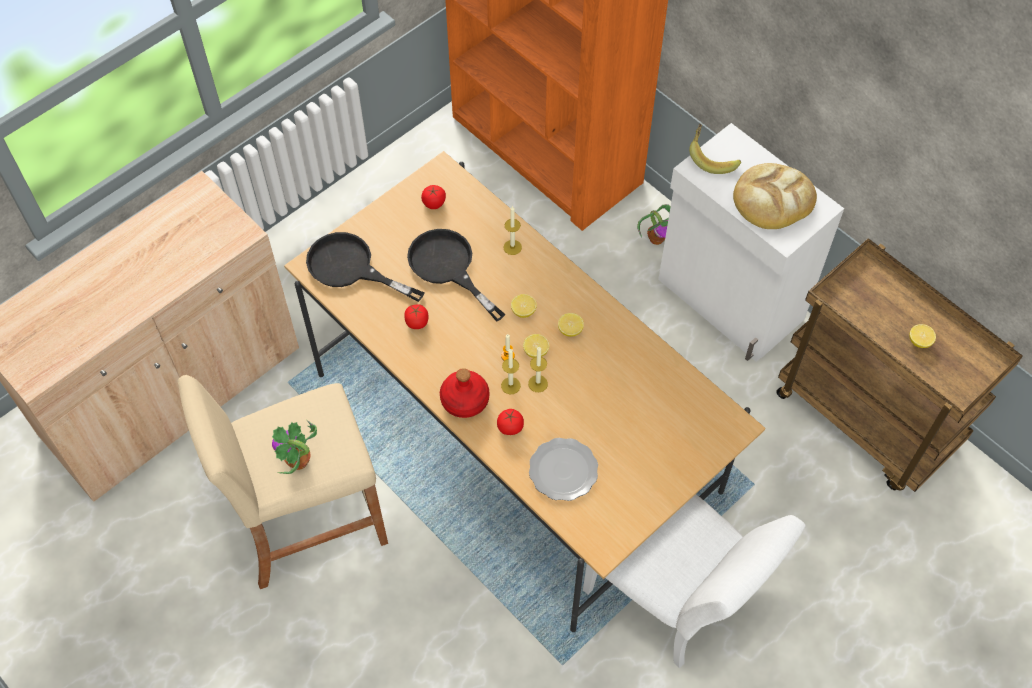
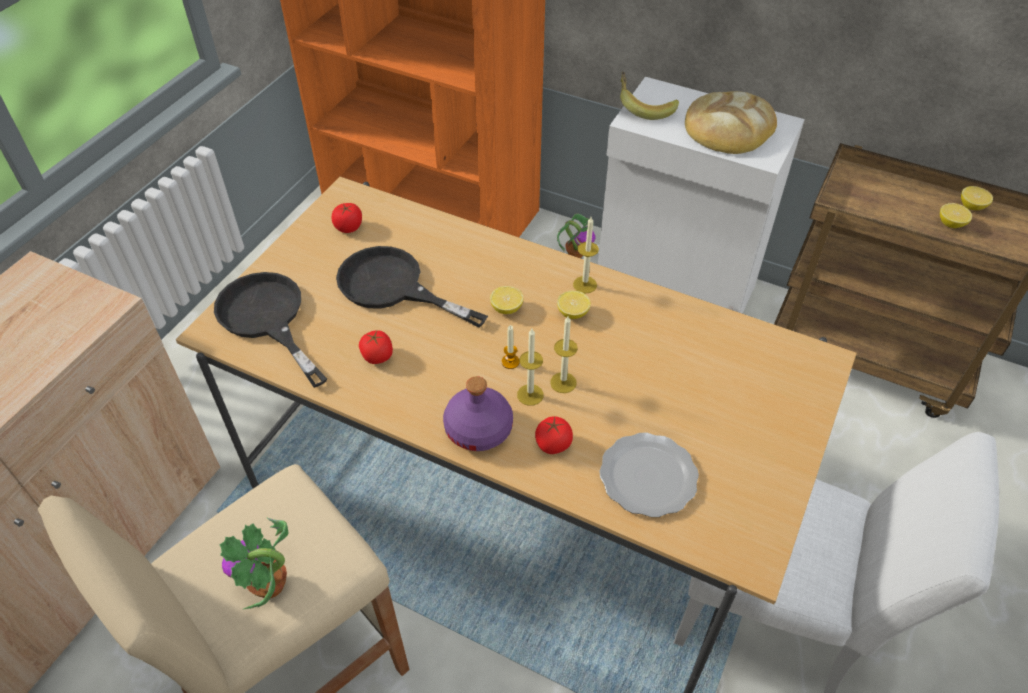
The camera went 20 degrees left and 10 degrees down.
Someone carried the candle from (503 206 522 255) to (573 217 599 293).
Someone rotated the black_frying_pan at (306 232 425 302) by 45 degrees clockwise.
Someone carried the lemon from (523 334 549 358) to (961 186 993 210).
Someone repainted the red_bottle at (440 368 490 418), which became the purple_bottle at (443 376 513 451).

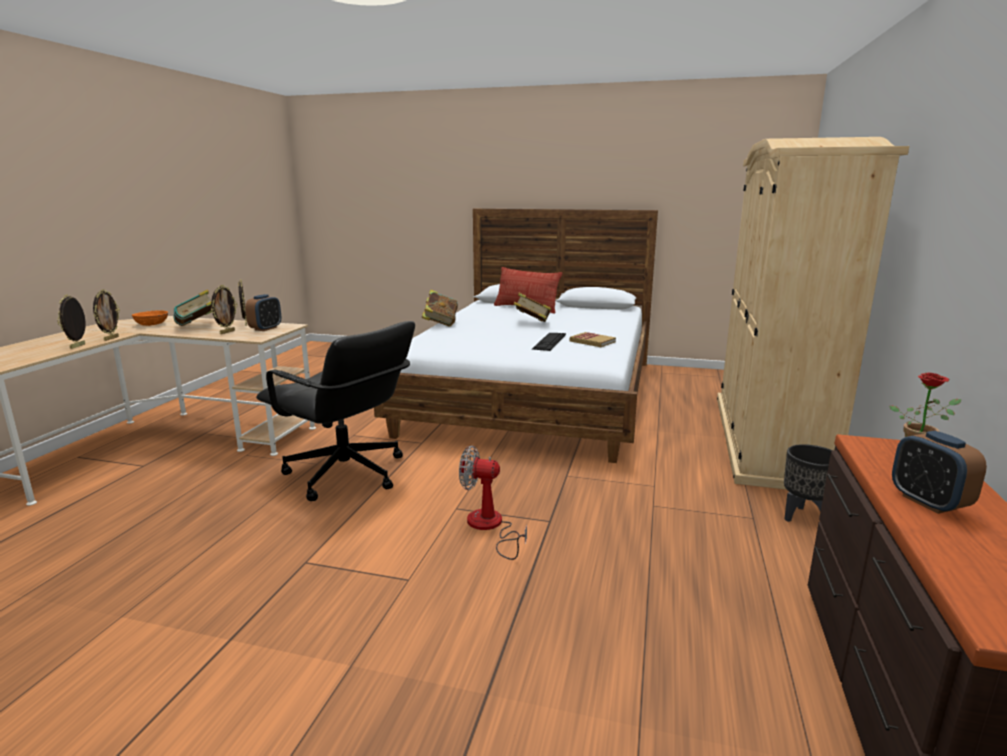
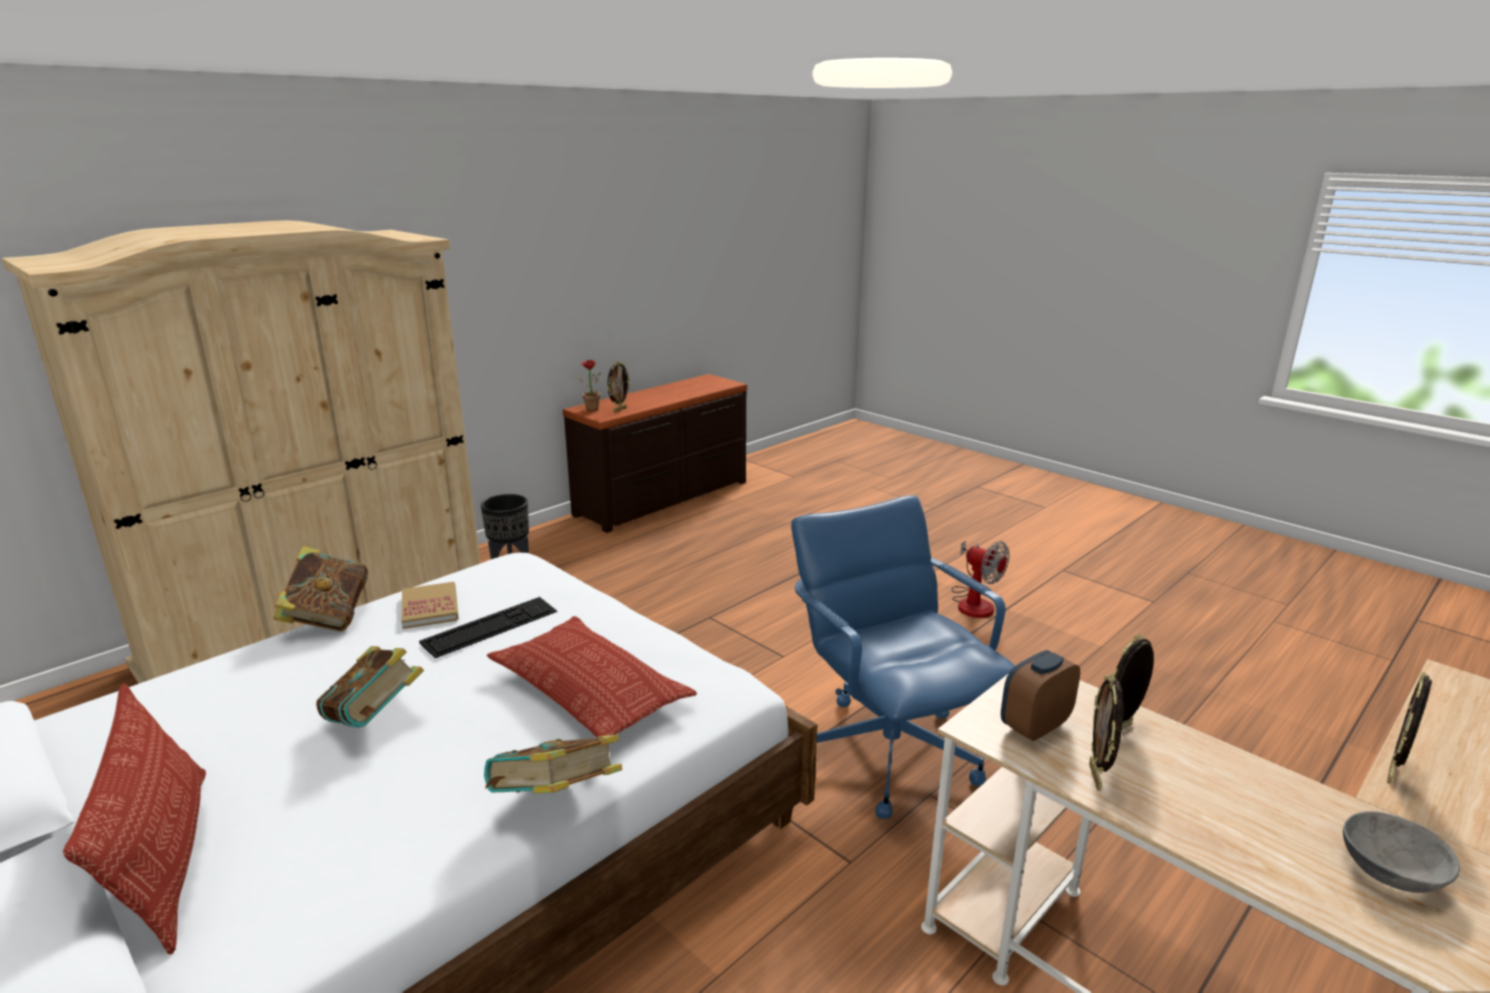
The camera went 150 degrees left and 5 degrees up.
Someone carried the book from (173 289 212 326) to (273 546 368 631).
Someone carried the picture_frame from (57 294 86 349) to (607 361 631 412).
Someone repainted the orange_bowl at (132 310 168 326), which became the grey_bowl at (1343 811 1460 893).
Someone repainted the black_office_chair at (256 321 415 501), which became the blue_office_chair at (791 495 1015 819).
Someone took away the alarm_clock at (892 430 987 514).
Someone carried the fan from (459 446 527 560) to (952 541 1009 618).
Someone put down the pillow at (487 616 697 738).

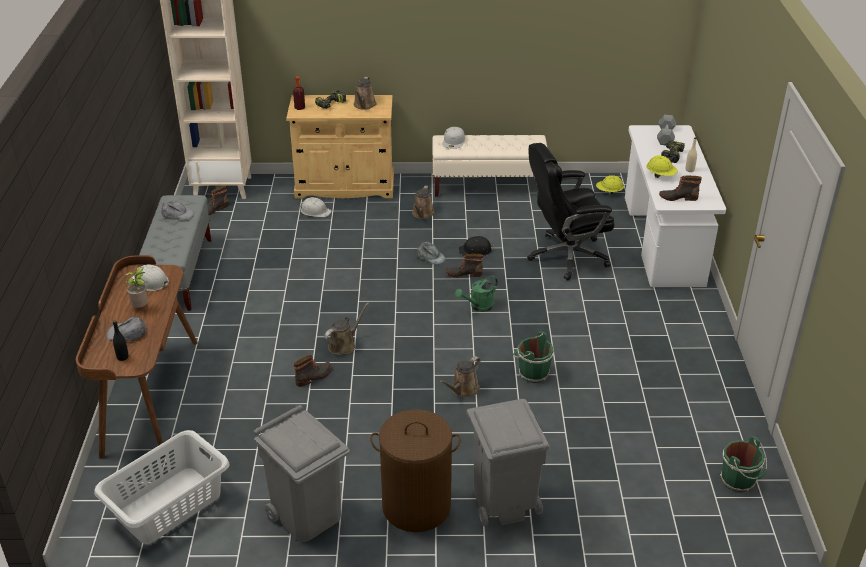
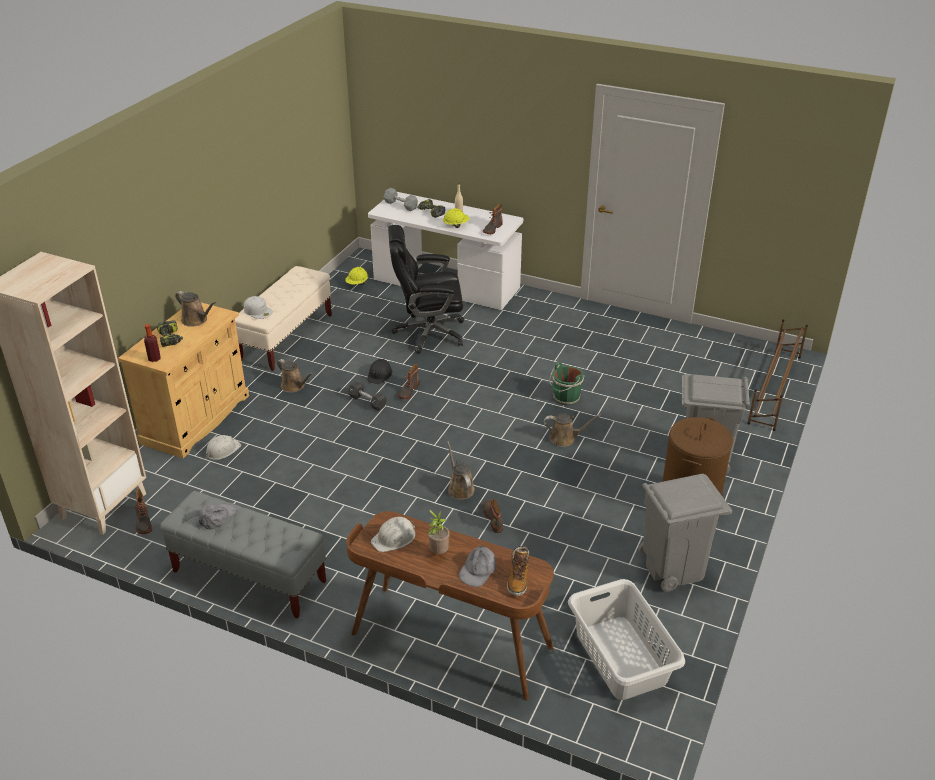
The camera went 65 degrees left and 0 degrees up.
Someone rotated the black_office_chair at (527 143 615 280) by 75 degrees clockwise.
Someone swapped the grey_cap at (416 242 446 265) for the black_dumbbell at (348 381 387 411).
Someone took away the green_watering_can at (455 276 498 312).
Someone swapped the black_bottle at (113 320 128 361) for the boot at (507 546 529 596).
Someone rotated the brown_watering_can at (439 356 481 398) by 60 degrees counterclockwise.
Someone took away the green_bucket at (720 436 767 493).
Someone put down the brown_shoe_rack at (747 319 808 431).

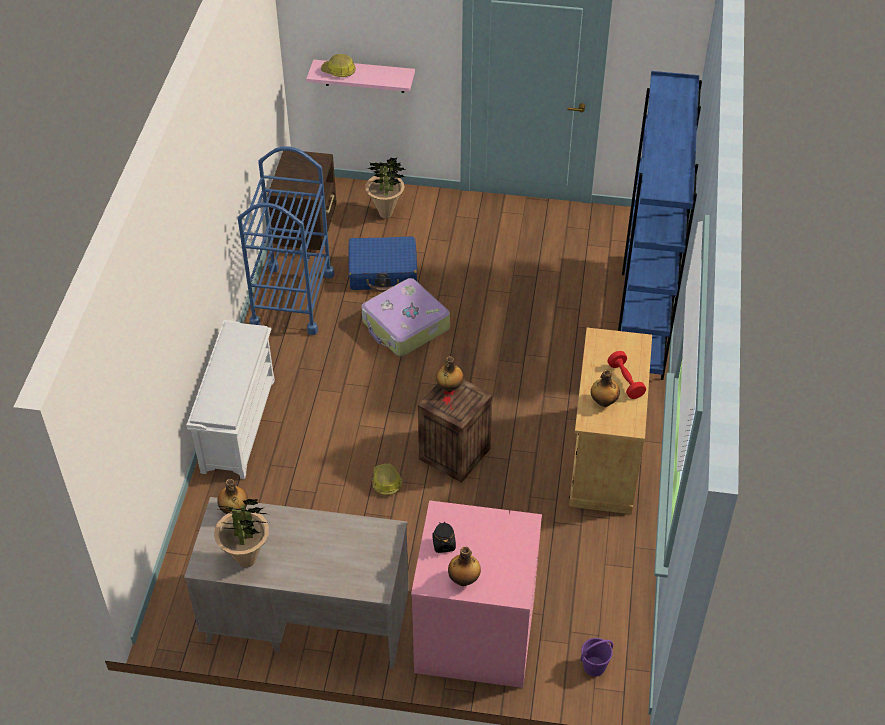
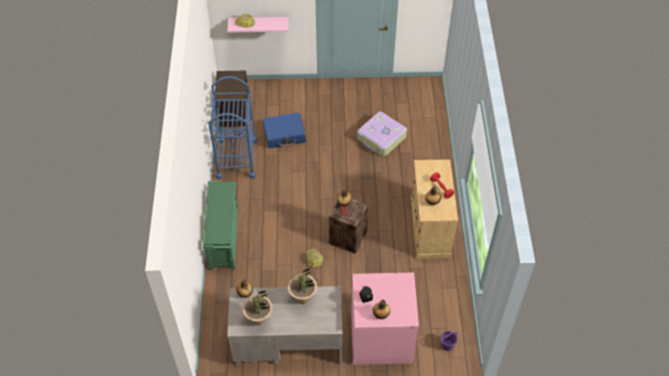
The camera went 10 degrees left and 5 degrees up.
Someone took away the blue_bookcase at (618 71 702 380).
Someone carried the potted_plant from (365 157 407 218) to (288 269 317 304).
Someone carried the suitcase from (361 278 450 356) to (357 111 407 156).
Someone repainted the white_shoe_rack at (187 320 275 479), which became the green_shoe_rack at (203 181 238 270).

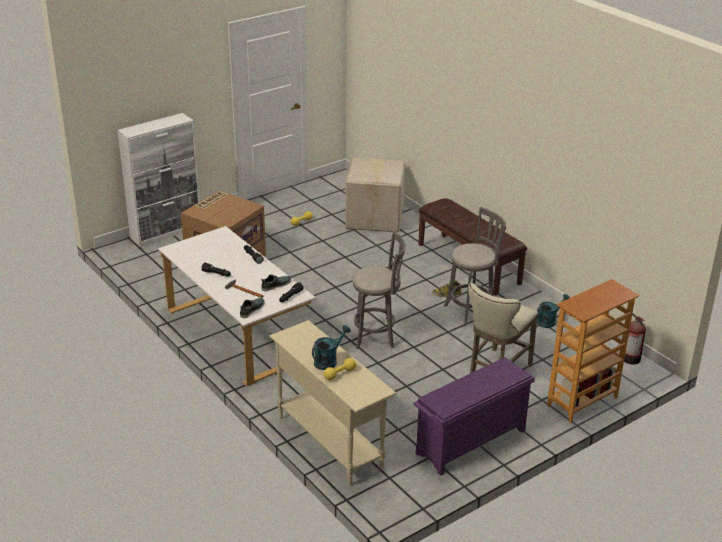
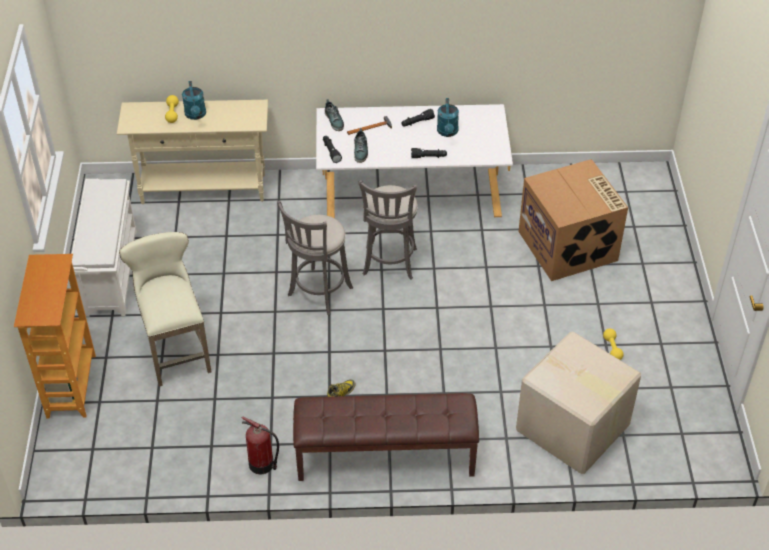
The camera went 125 degrees right and 15 degrees up.
Someone took away the white_cabinet at (118 113 200 247).
Someone carried the grey_stool from (444 207 506 326) to (358 180 418 279).
Someone carried the turquoise_watering_can from (537 294 570 328) to (437 98 459 137).
Someone carried the fire_extinguisher from (624 313 646 365) to (242 416 279 474).
Someone repainted the purple_shoe_rack at (413 357 535 476), which became the white_shoe_rack at (72 179 137 317).

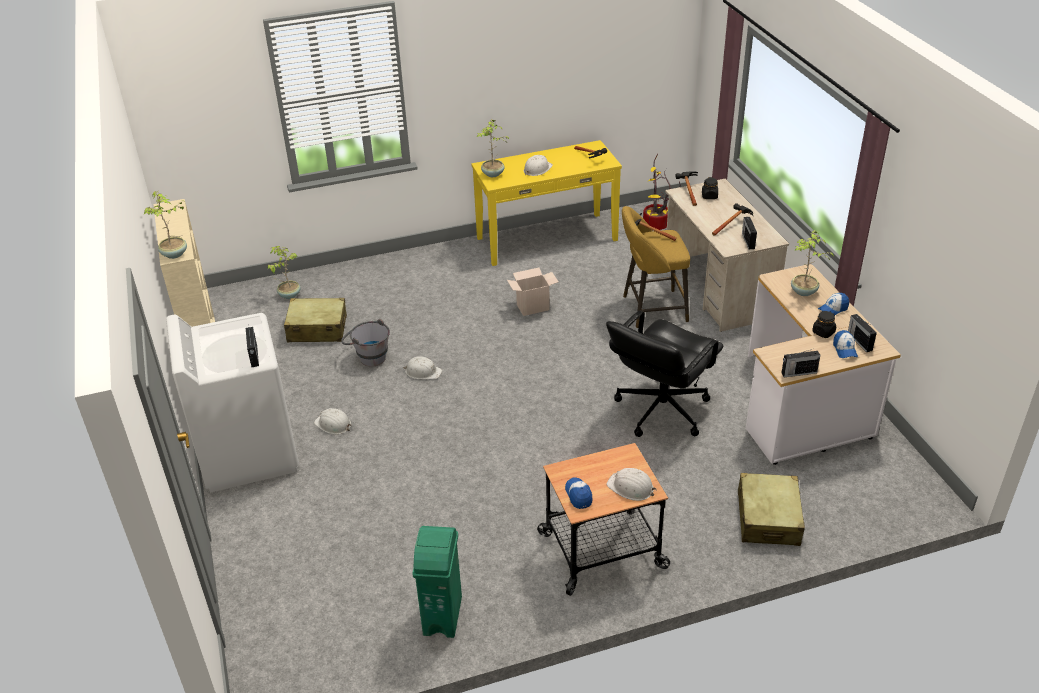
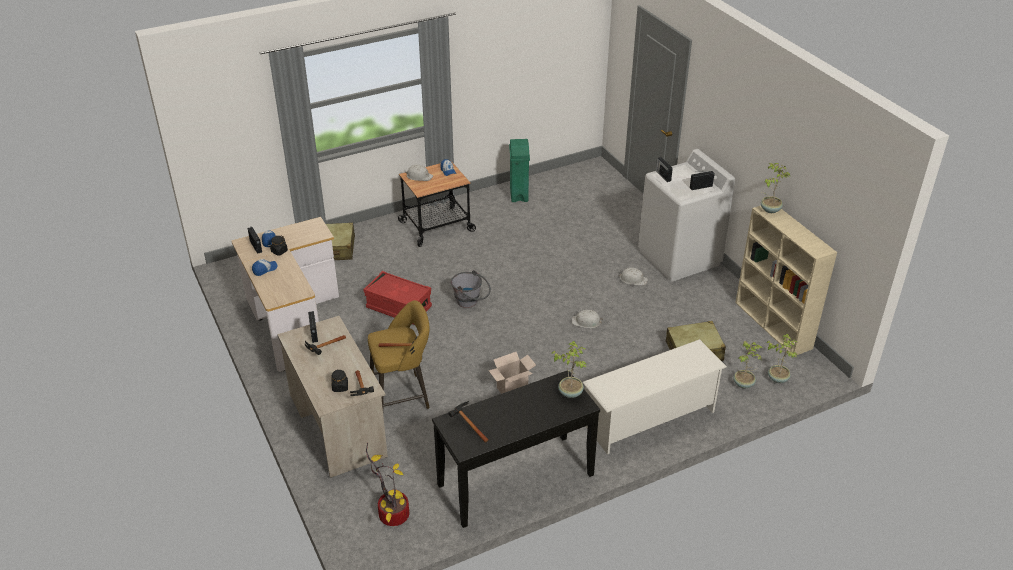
The camera went 170 degrees right and 0 degrees up.
Someone repainted the yellow_console_table at (471 140 622 266), which became the black_console_table at (432 371 600 528).
Someone took away the white_hard_hat at (524 155 553 176).
Someone carried the potted_plant from (791 230 834 296) to (766 334 797 383).
Someone swapped the black_office_chair at (606 310 723 437) for the red_storage_box at (363 271 432 325).
Someone carried the grey_bucket from (341 319 390 367) to (451 270 491 308).
Someone carried the radio from (781 349 820 377) to (690 171 715 190).
Someone put down the white_shoe_rack at (582 339 727 455).

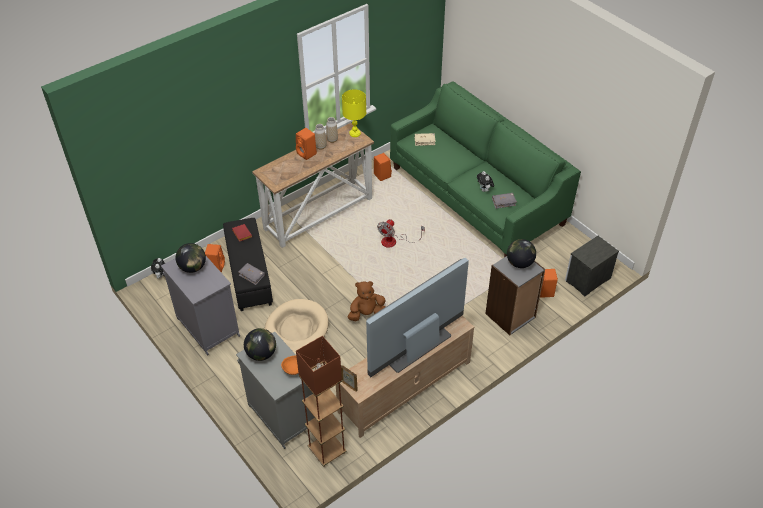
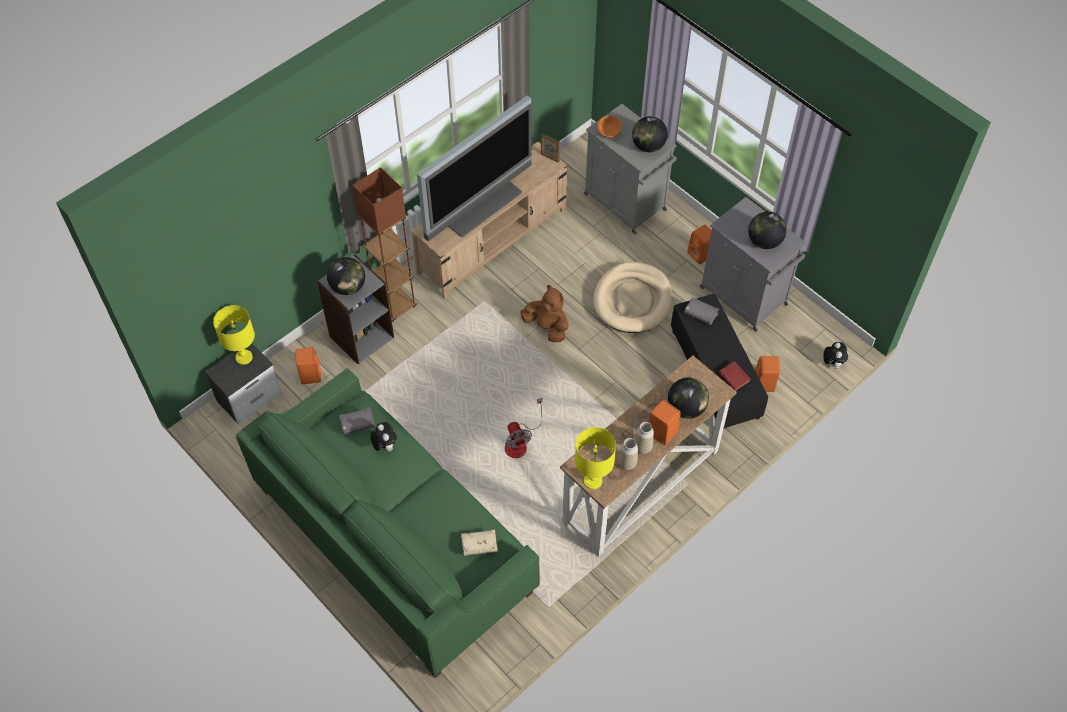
The camera went 175 degrees right and 10 degrees up.
Someone carried the orange_speaker from (374 153 392 181) to (688 224 712 264).
Someone rotated the fan at (377 219 425 248) by 135 degrees clockwise.
Someone rotated the brown_plush_toy at (347 281 386 321) by 120 degrees counterclockwise.
Someone carried the brown_floor_lamp from (296 336 347 467) to (352 167 417 322).
Someone put down the yellow_table_lamp at (213 305 255 365).
Someone put down the globe at (668 378 709 419).

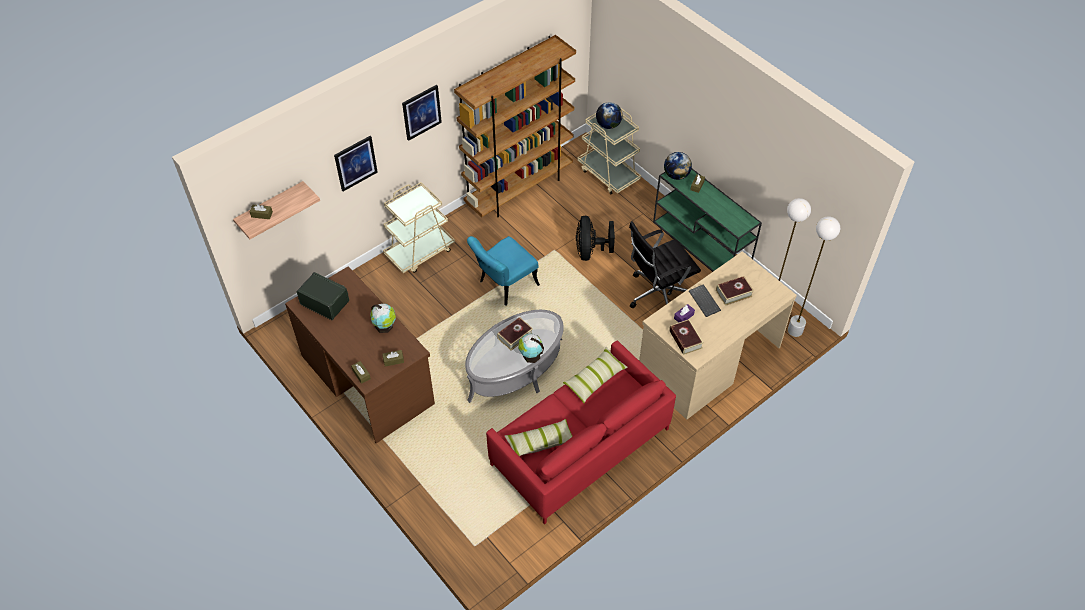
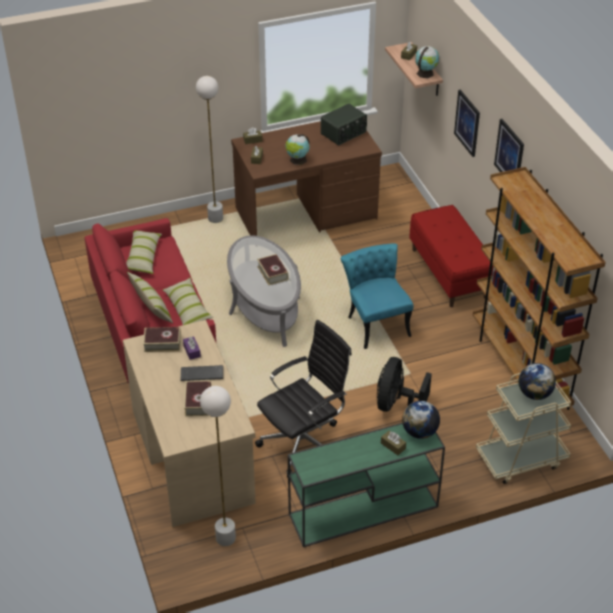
The camera went 110 degrees right and 10 degrees down.
Someone swapped the beige_cart at (383 182 455 273) for the red_bench at (409 205 494 307).
Someone rotated the black_fan at (576 216 615 261) by 90 degrees counterclockwise.
Someone carried the white_floor_lamp from (788 216 840 337) to (196 76 223 223).
Someone rotated the black_office_chair at (629 221 701 309) by 60 degrees clockwise.
Someone carried the globe from (518 334 544 363) to (415 46 439 78).
Someone put down the pillow at (127 272 173 324).

